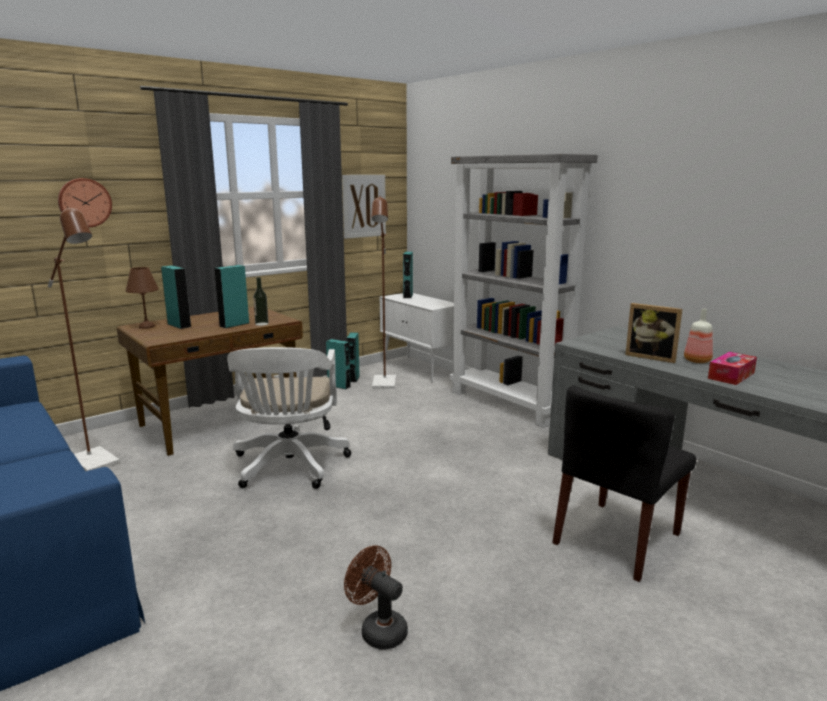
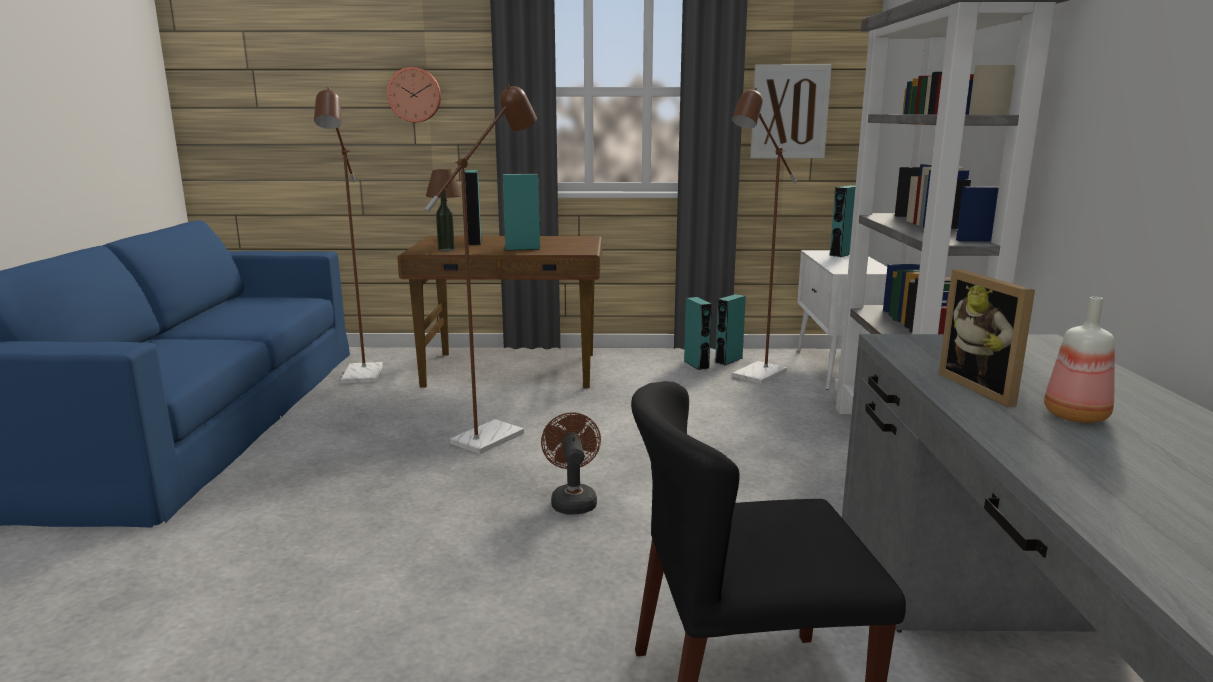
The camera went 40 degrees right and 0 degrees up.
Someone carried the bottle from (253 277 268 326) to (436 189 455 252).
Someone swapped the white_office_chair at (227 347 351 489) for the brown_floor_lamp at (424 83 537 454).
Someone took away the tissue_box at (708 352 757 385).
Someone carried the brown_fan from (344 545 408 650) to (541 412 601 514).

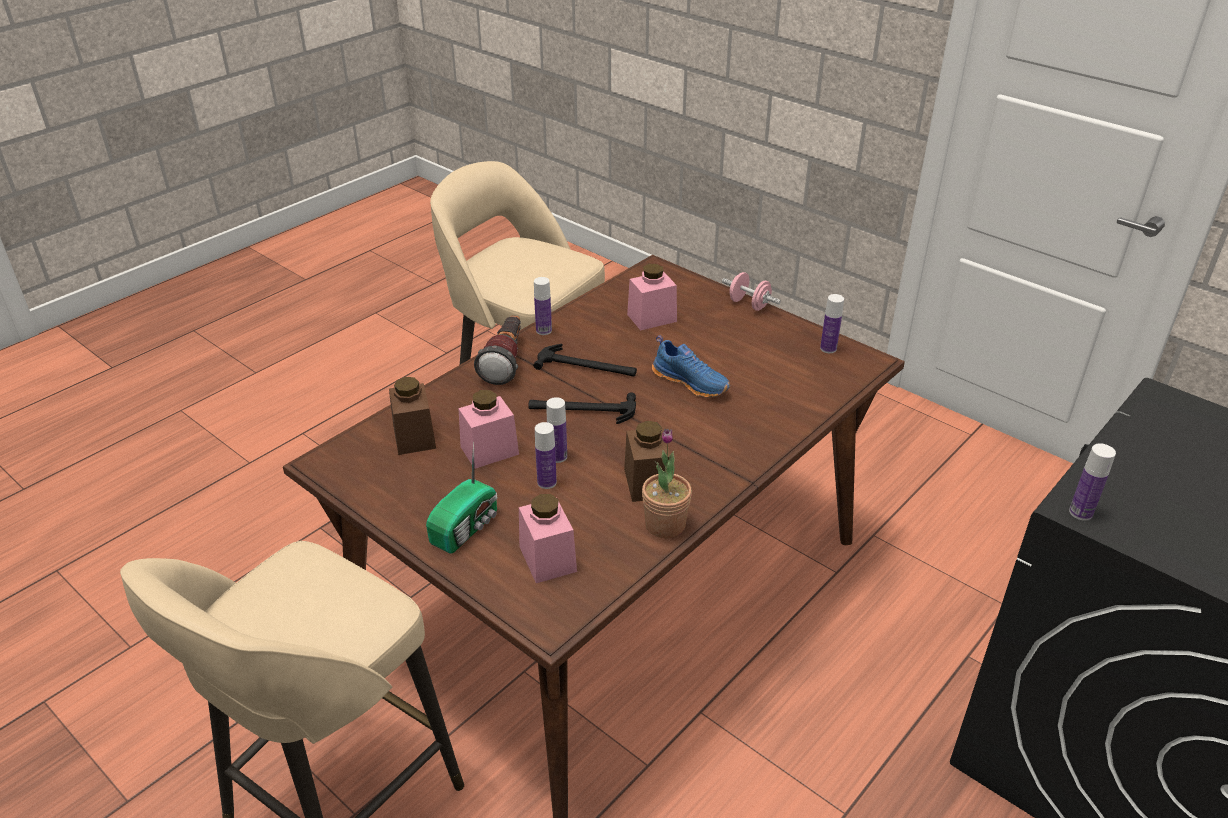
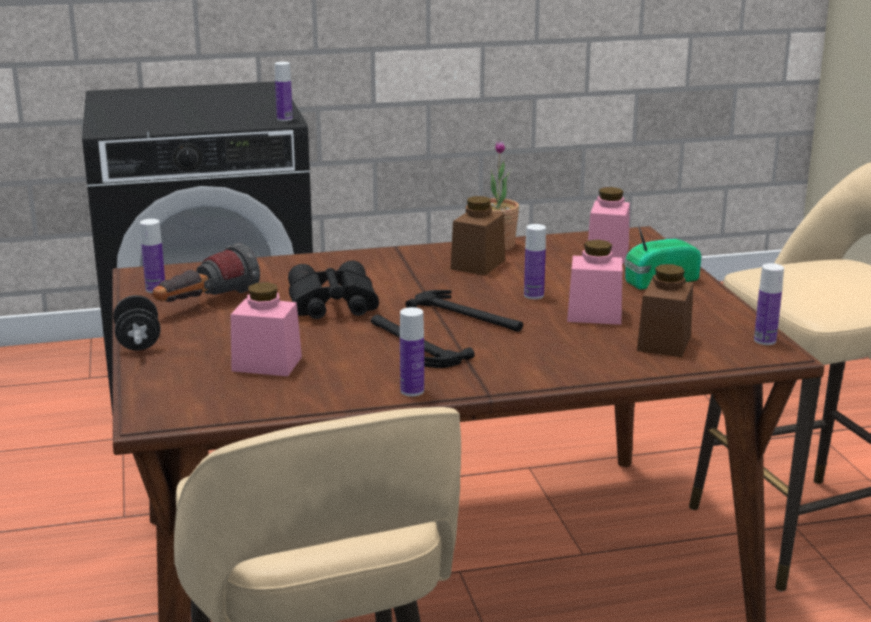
The camera went 145 degrees left and 15 degrees down.
Someone repainted the pink_dumbbell at (722 272 781 311), which became the black_dumbbell at (113 295 161 351).
Someone carried the flashlight from (474 315 521 385) to (153 243 260 302).
Someone swapped the blue_shoe at (652 335 730 398) for the black_binoculars at (288 260 379 319).
Someone carried the bottle from (535 422 557 489) to (754 263 784 345).

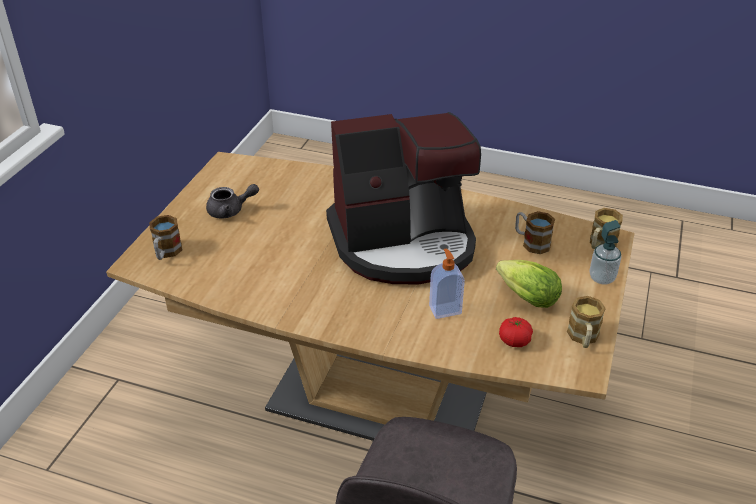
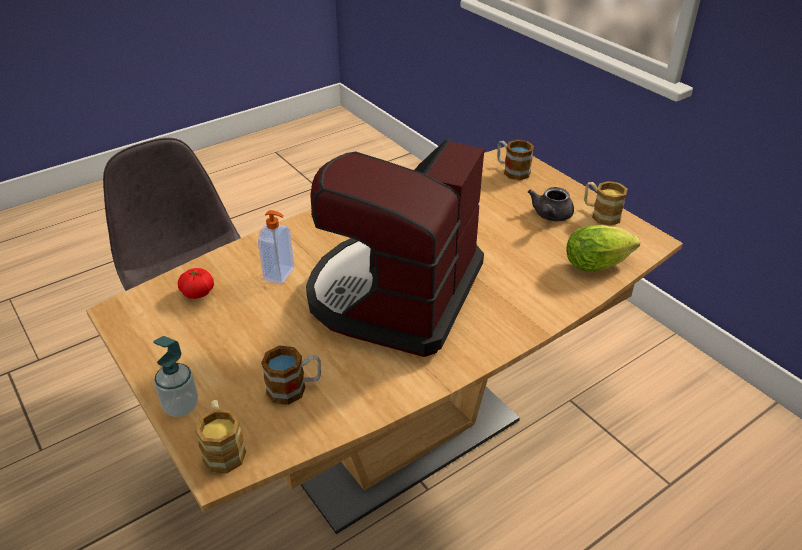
The camera went 125 degrees right and 0 degrees up.
Someone carried the lettuce from (496 260 562 308) to (566 225 640 272).
Someone carried the mug from (567 296 606 348) to (584 181 627 226).

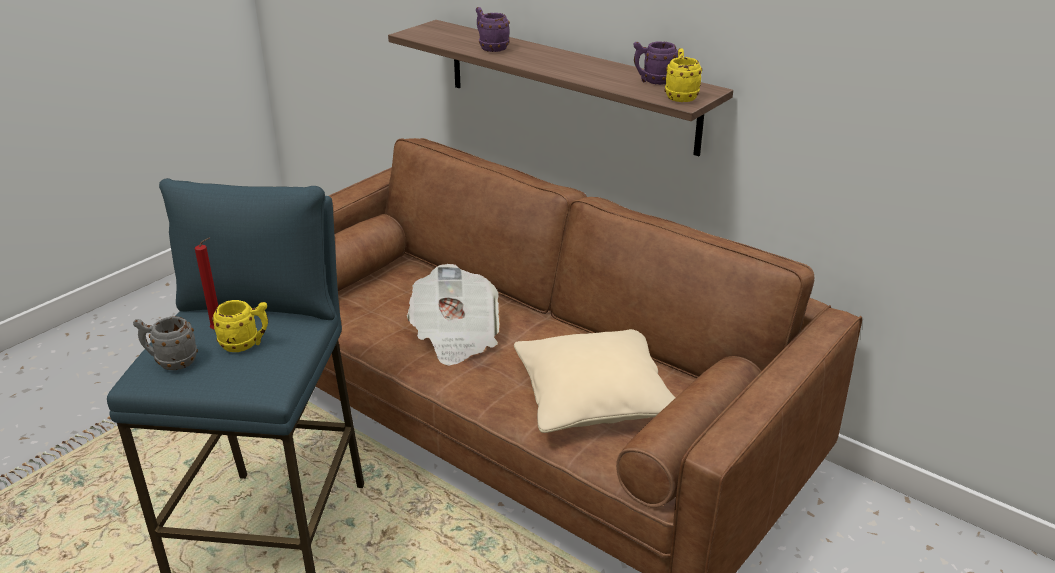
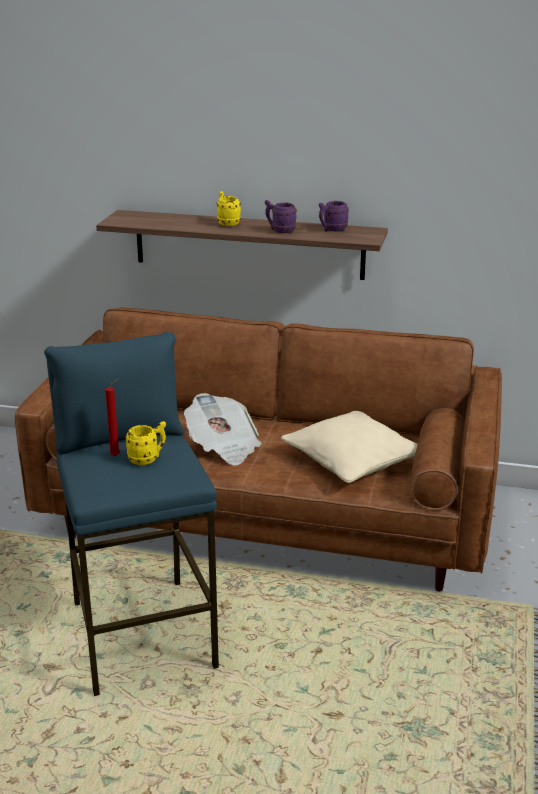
The camera went 25 degrees left and 5 degrees down.
Someone carried the purple_mug from (476 7 510 52) to (265 200 297 233).
Someone carried the yellow_mug from (664 48 702 102) to (217 191 241 226).
Someone took away the grey_mug at (133 316 198 370).

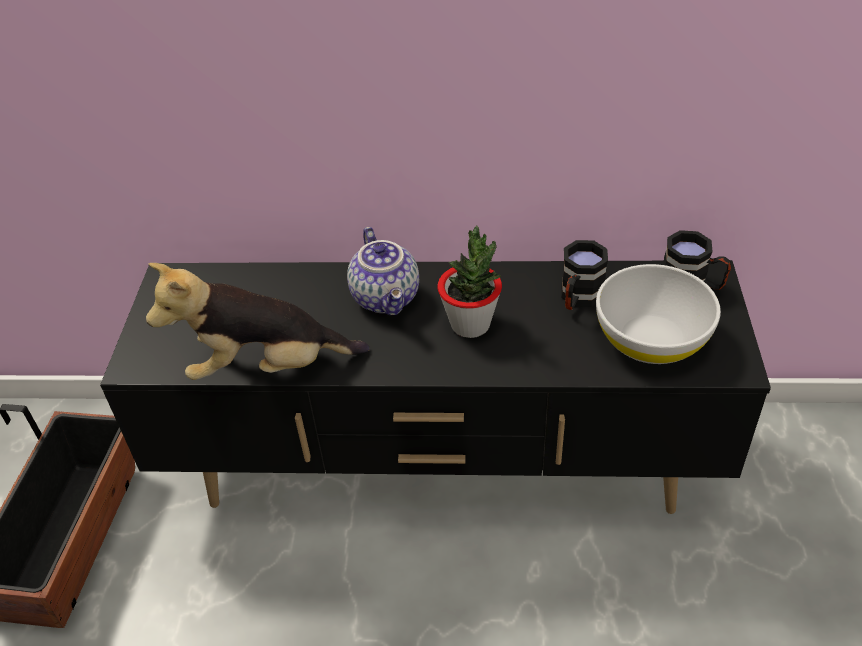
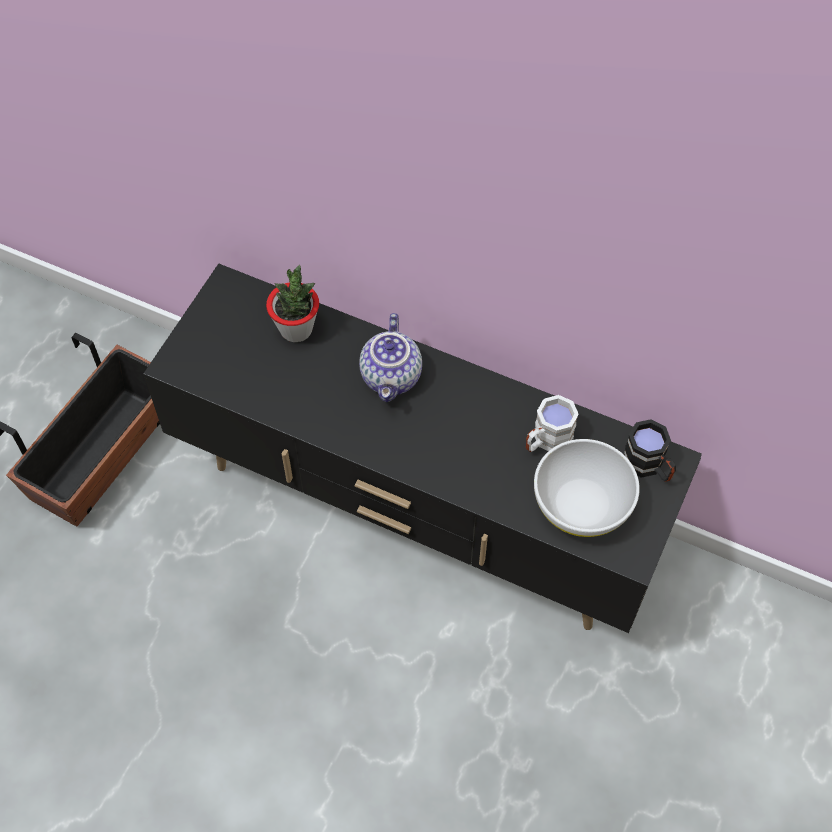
The camera went 20 degrees right and 15 degrees up.
Someone carried the potted_plant from (437 226 502 338) to (266 265 319 342).
Someone repainted the black_mug at (561 240 608 310), which became the white_mug at (526 395 579 452).
Someone took away the plush_toy at (146 263 370 380).

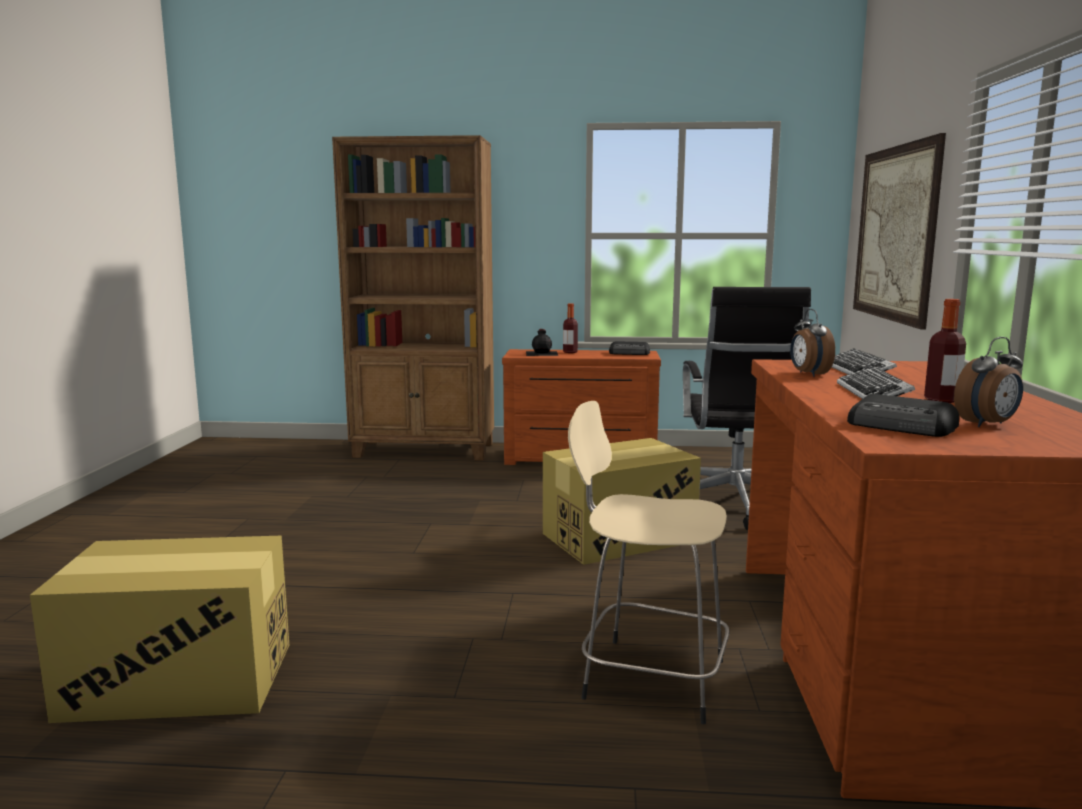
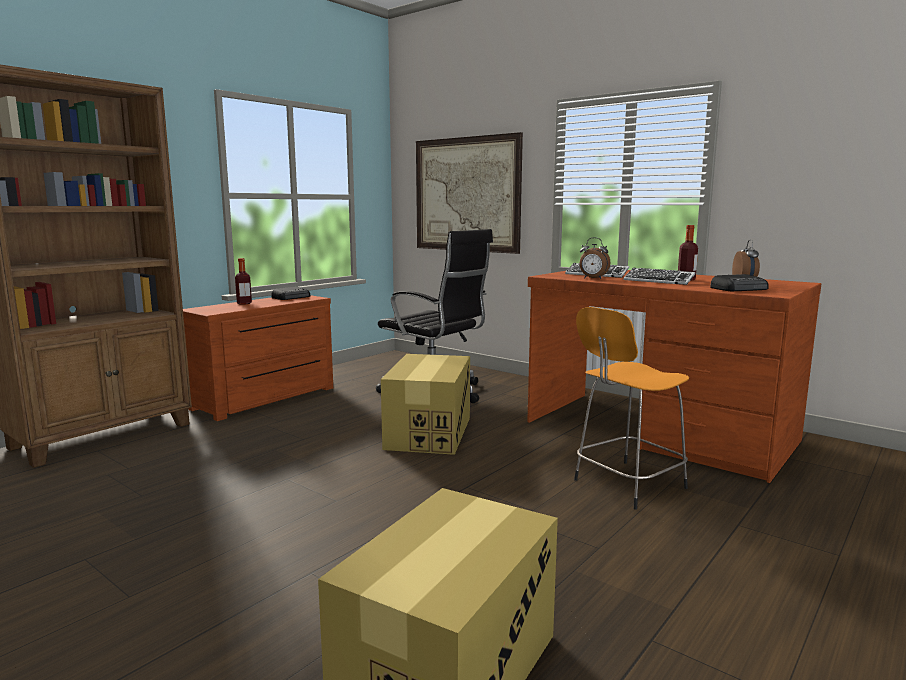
The camera went 55 degrees left and 0 degrees up.
Someone took away the black_bottle at (526 329 558 356).
Someone repainted the beige_stool at (568 401 729 724), which became the orange_stool at (574 307 689 510).

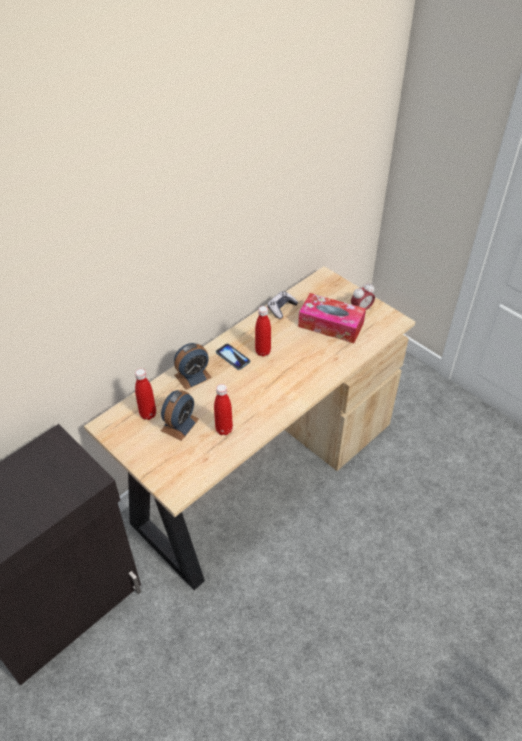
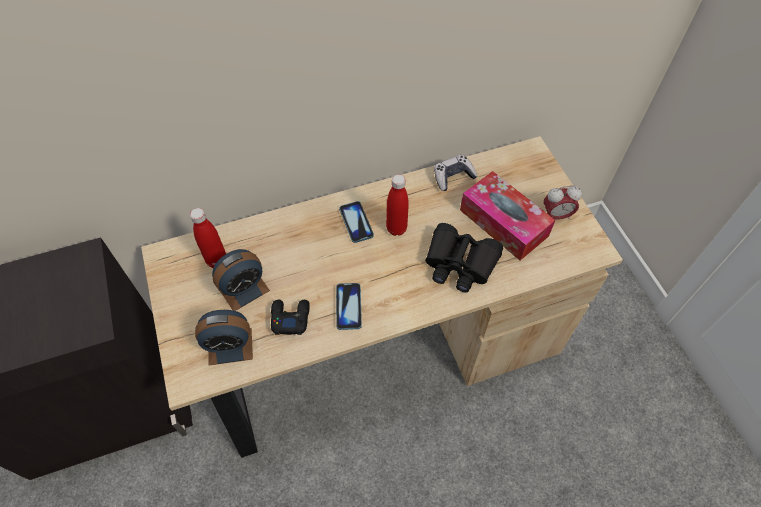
The camera went 25 degrees right and 10 degrees up.
Someone carried the alarm_clock from (174 343 212 390) to (195 310 253 365).
Someone swapped the red_bottle at (214 384 233 435) for the black_game_controller at (271 300 310 335).
Someone put down the black_binoculars at (425 223 503 293).
Someone put down the phone at (336 283 362 330).

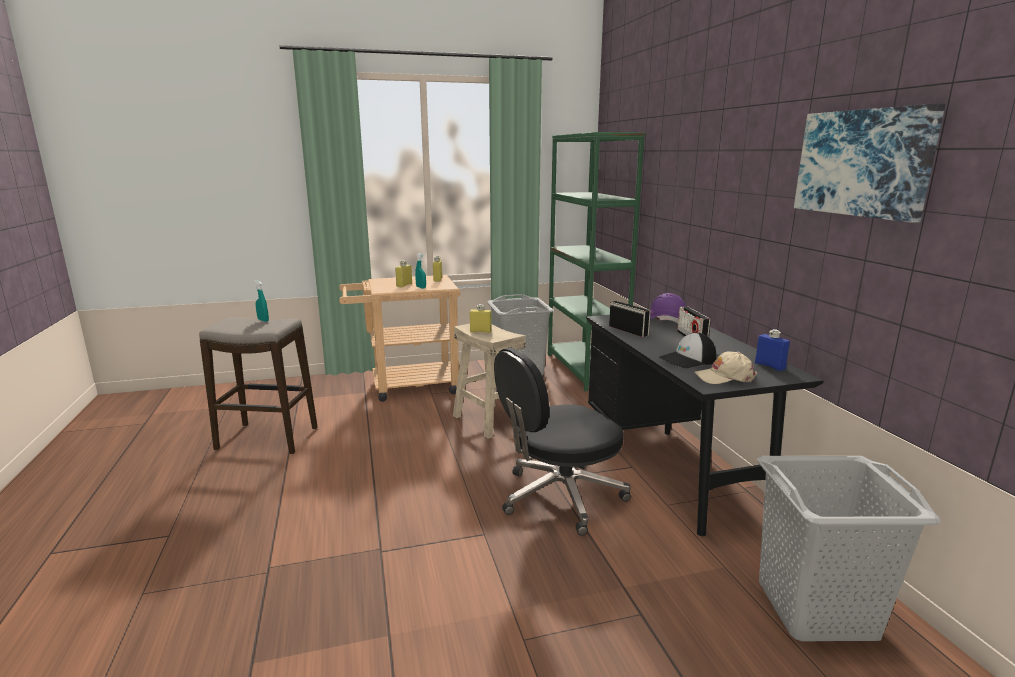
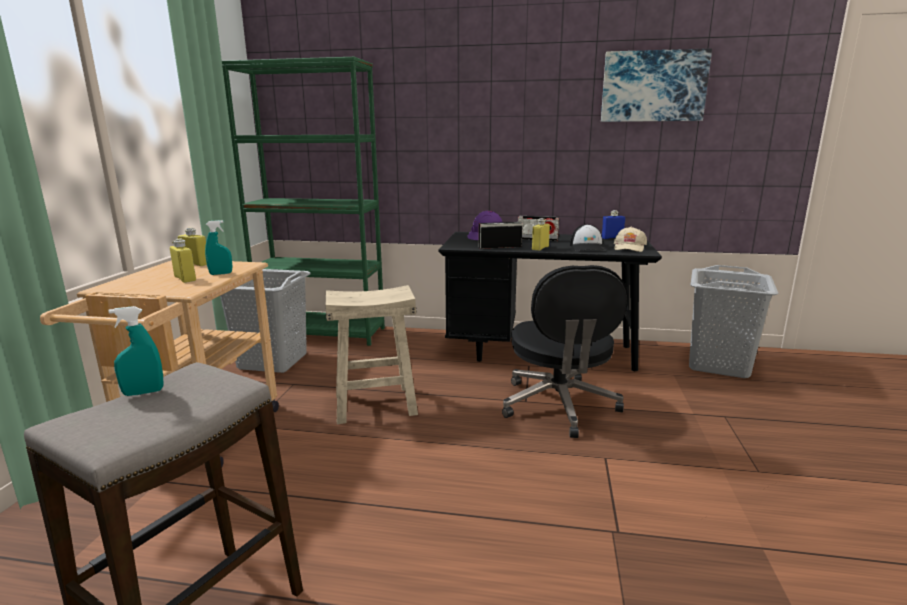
The camera went 65 degrees left and 0 degrees up.
Someone carried the yellow_bottle from (470 304 491 333) to (532 218 550 251).

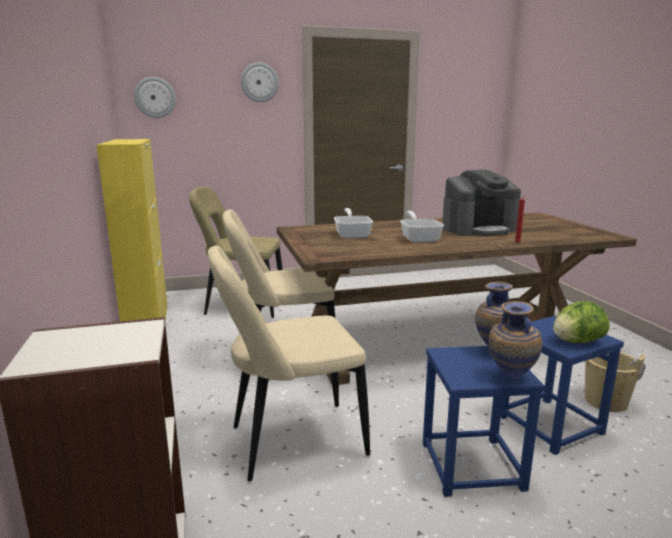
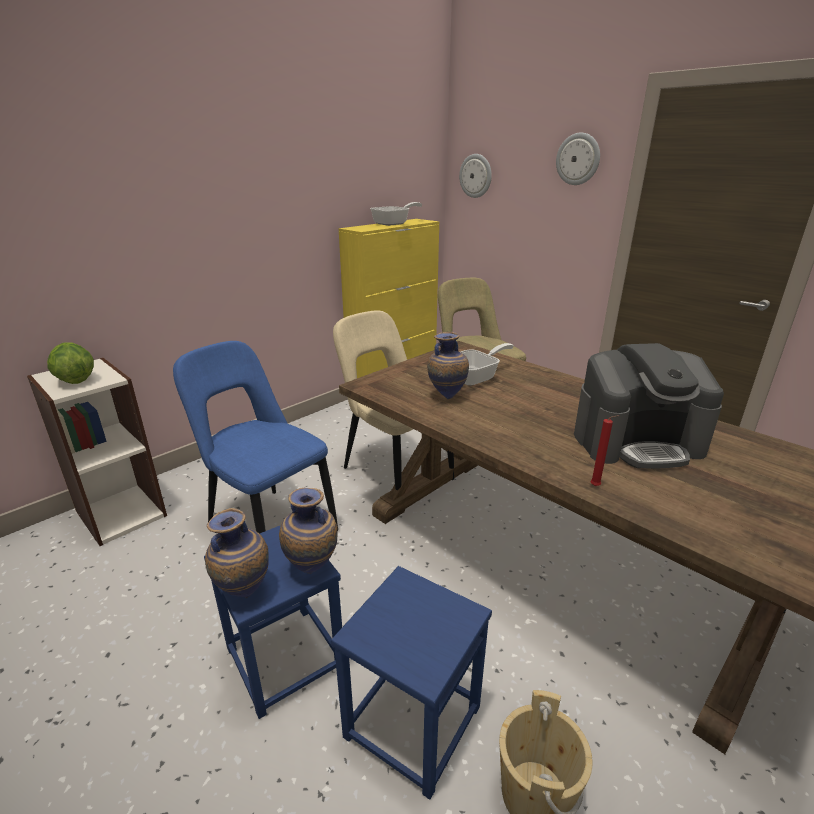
The camera went 60 degrees right and 10 degrees up.
Someone rotated the coffee_machine at (442 170 521 236) by 45 degrees counterclockwise.
Someone carried the frying_pan from (400 211 444 243) to (370 202 422 226).
Someone repainted the beige_chair at (207 246 370 481), which became the blue_chair at (173 341 338 534).
Someone carried the lettuce from (553 301 609 343) to (47 343 94 384).
Someone put down the vase at (427 332 469 399).

